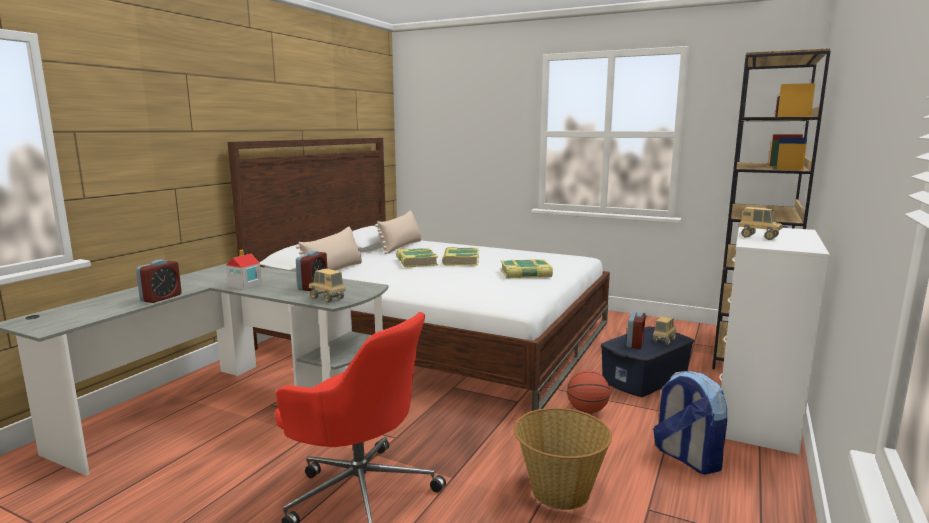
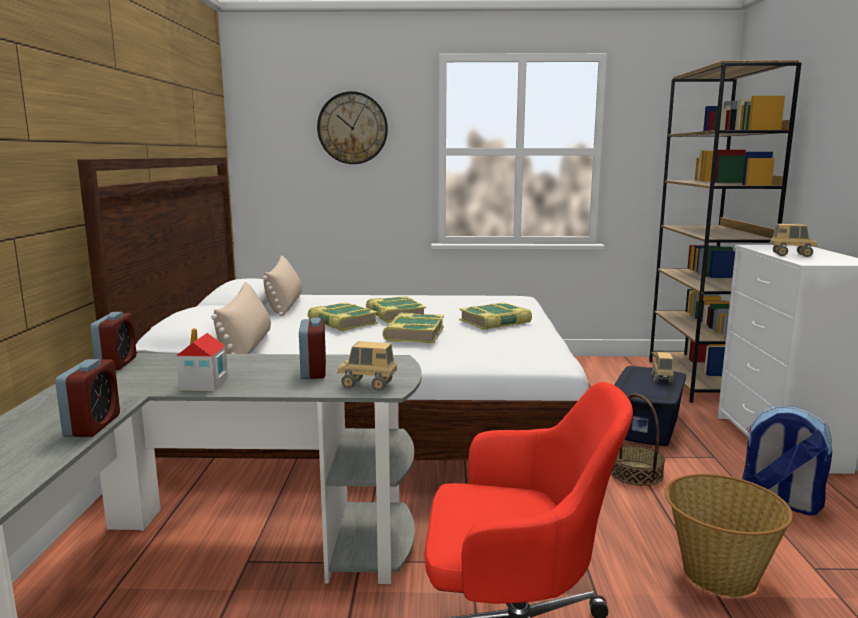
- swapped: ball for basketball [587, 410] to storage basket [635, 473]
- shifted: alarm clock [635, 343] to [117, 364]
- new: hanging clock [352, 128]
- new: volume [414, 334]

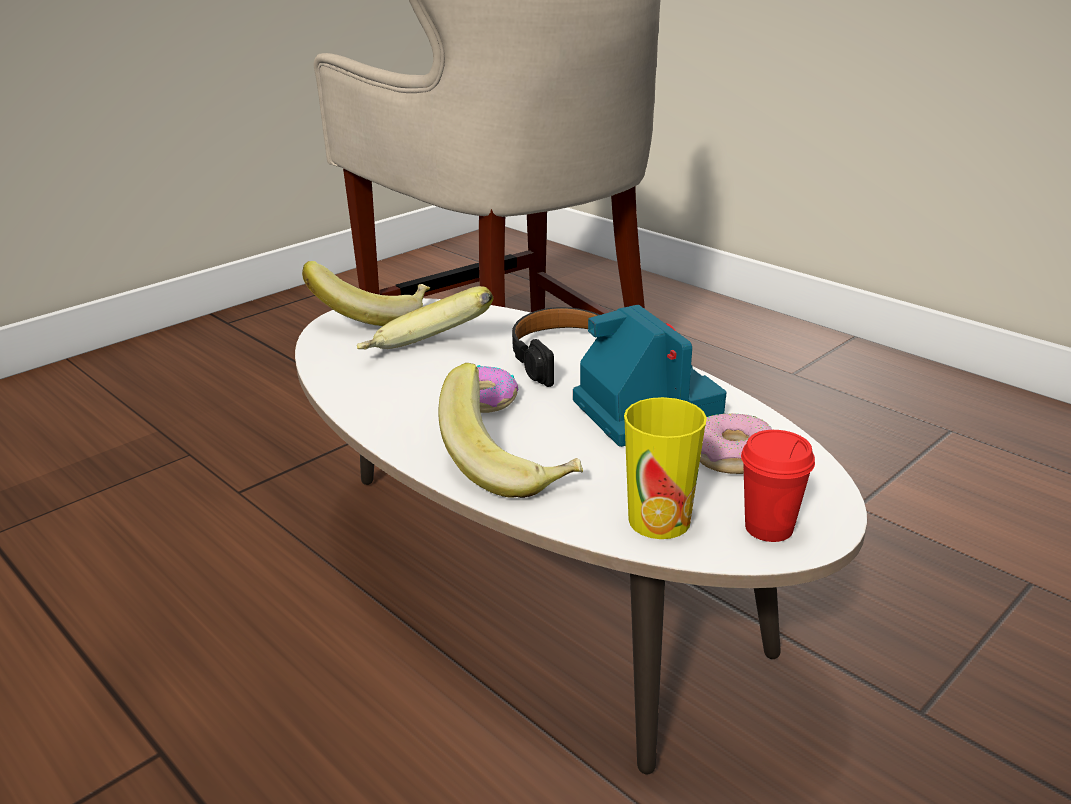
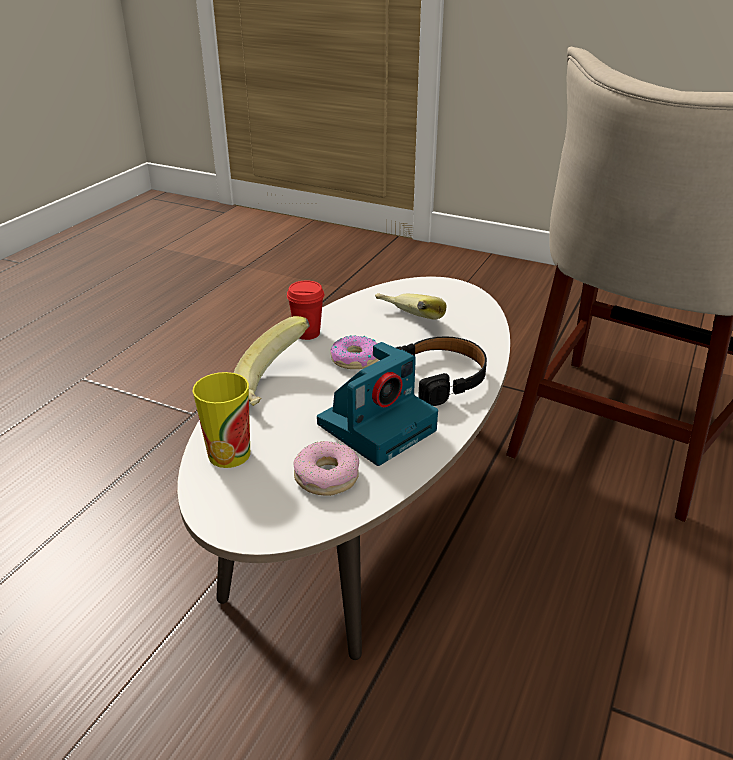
- gone: banana [373, 317]
- shifted: small cup (red-coloured) [769, 528] to [307, 333]

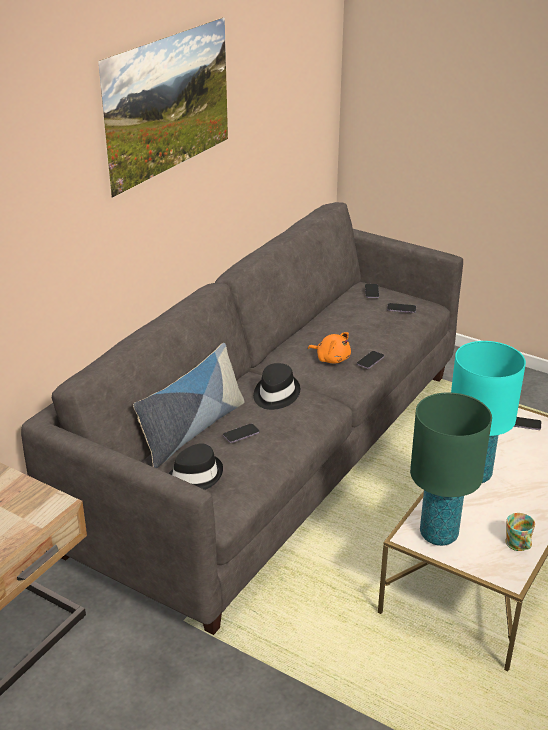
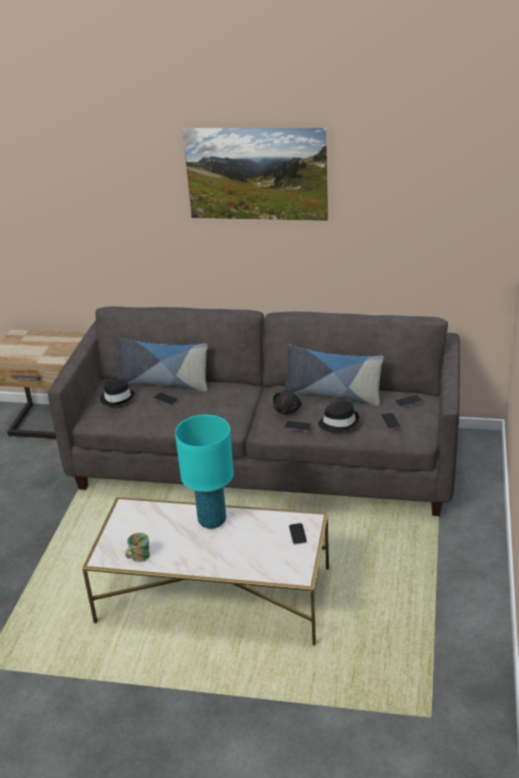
- shifted: clothing hat (black-coloured) [275, 394] to [339, 422]
- repainted: soft toy (orange-coloured) [331, 359] to soft toy (black-coloured) [287, 410]
- gone: tabletop lamp (green) [439, 535]
- new: throw pillow [333, 394]

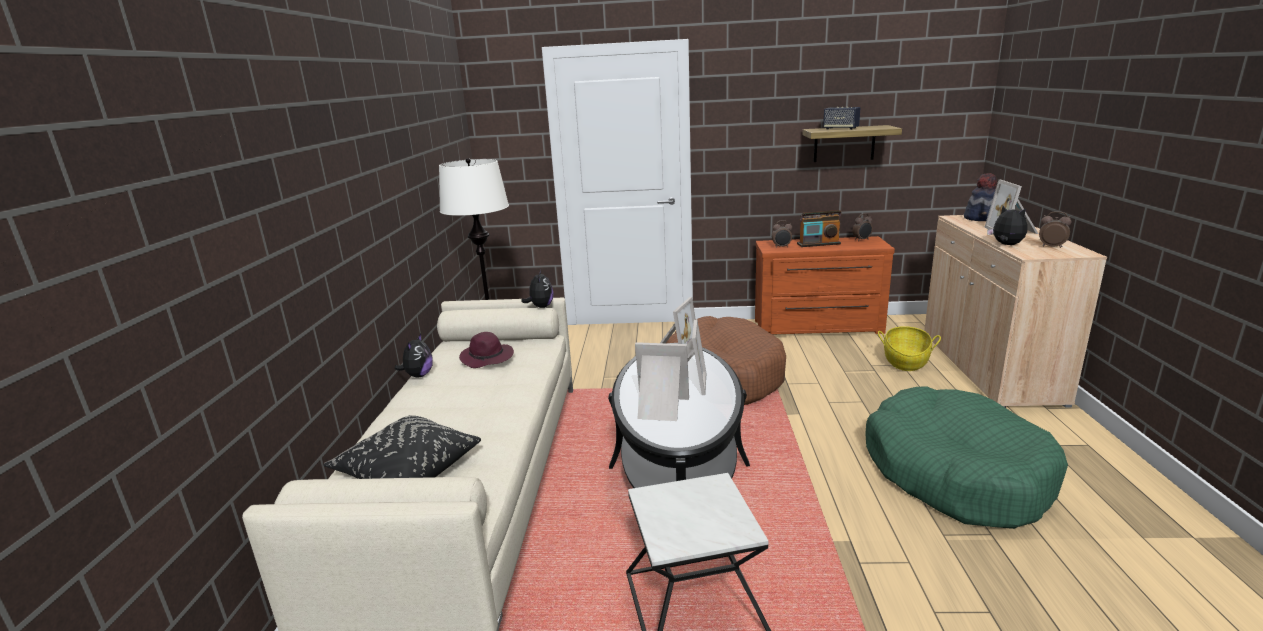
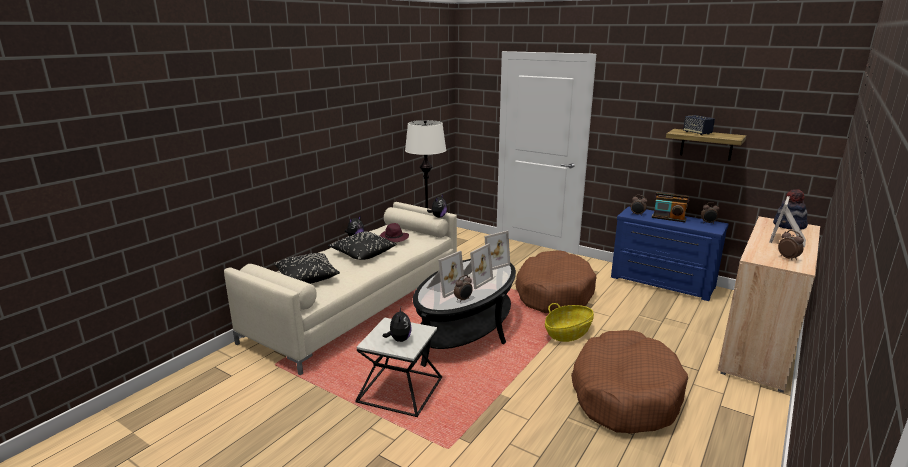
- rotated: photo frame [660, 408] = [444, 288] 90 degrees clockwise
- repainted: dresser (brownish) [818, 328] to dresser (blue-coloured) [661, 283]
- repainted: dog cushion (green) [955, 473] to dog cushion (brownish) [624, 393]
- shifted: storage basket [905, 361] to [568, 333]
- shifted: soft toy [1006, 245] to [399, 339]
- new: throw pillow (black-coloured) [362, 254]
- new: alarm clock [463, 300]

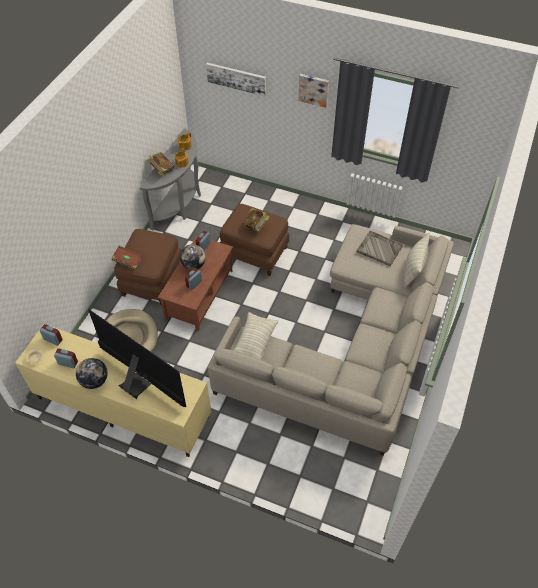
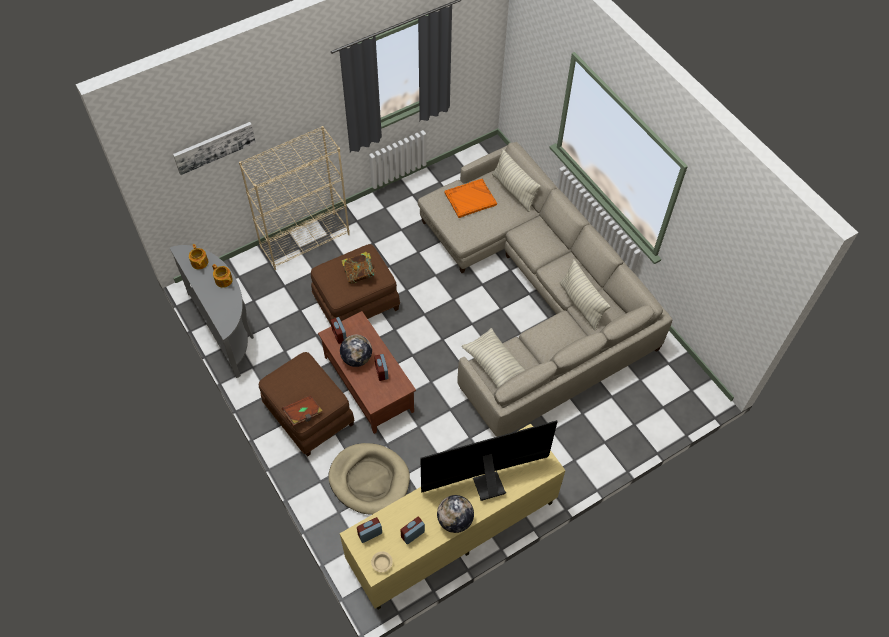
- gone: volume [161, 170]
- gone: picture [314, 89]
- repainted: carrying tray (grey) [379, 248] to carrying tray (orange-coloured) [470, 199]
- new: shelving unit (sand-coloured) [305, 240]
- new: throw pillow [581, 304]

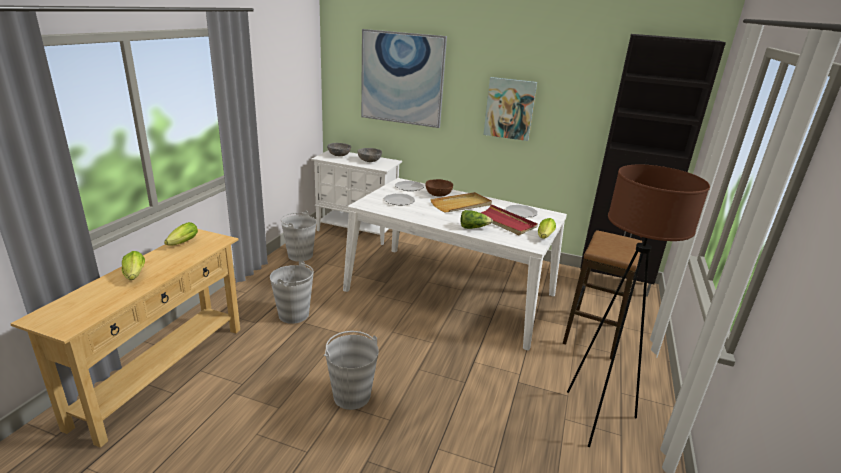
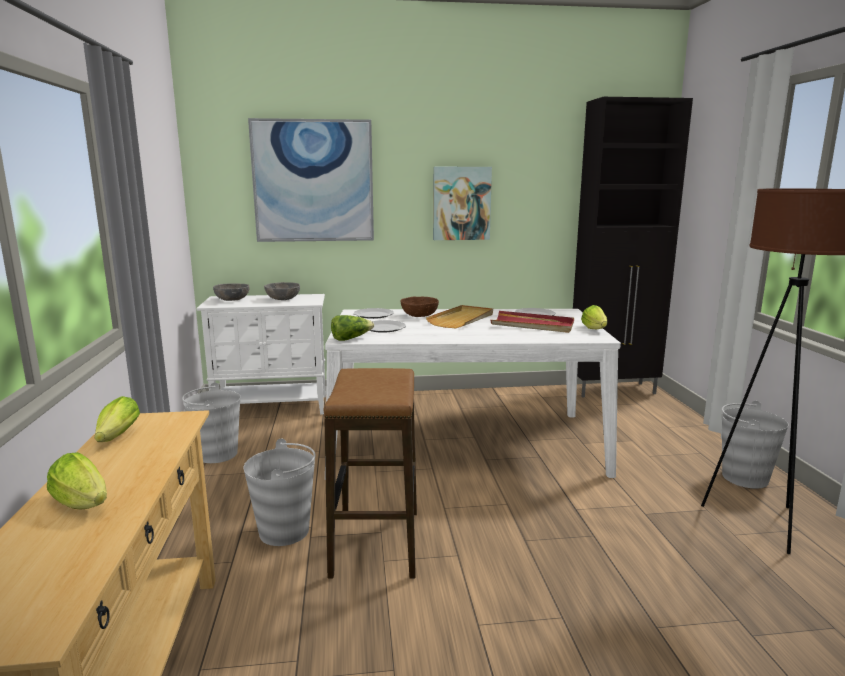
- shifted: pail (grey) [352, 395] to [744, 477]
- shifted: lettuce [473, 228] to [351, 338]
- shifted: sitting stool [593, 334] to [376, 543]

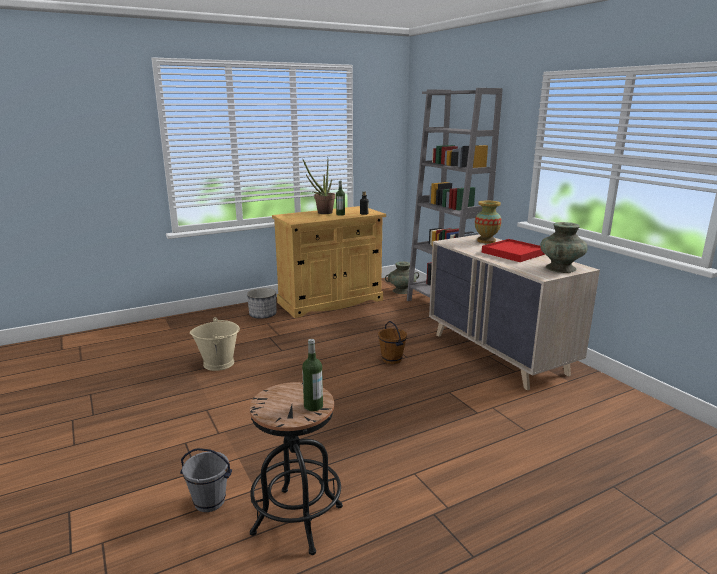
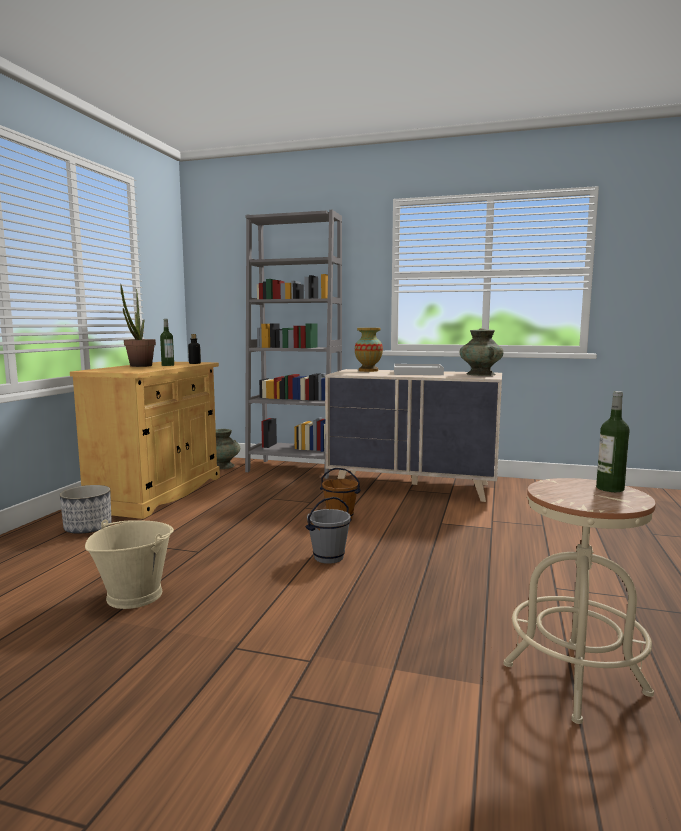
- shifted: pail (grey) [210, 501] to [328, 557]
- repainted: sitting stool (black-coloured) [297, 519] to sitting stool (sand-coloured) [575, 679]
- repainted: carrying tray (red-coloured) [513, 253] to carrying tray (white-coloured) [417, 373]

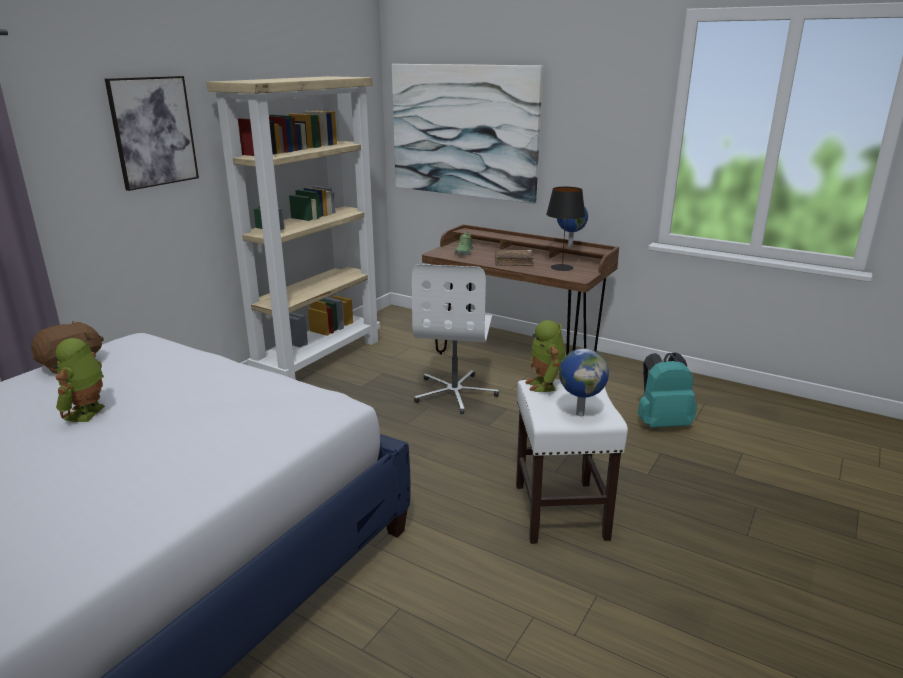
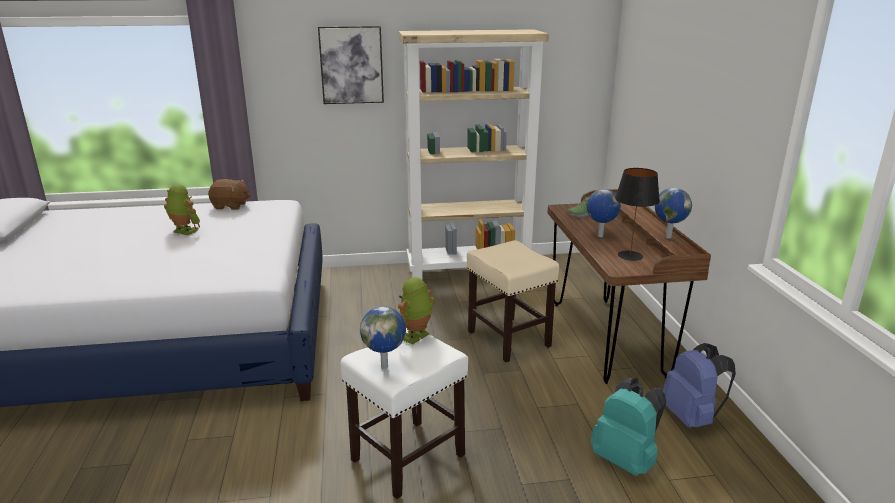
- rotated: robot figure [88, 413] = [184, 232] 60 degrees clockwise
- gone: picture [463, 131]
- swapped: desk chair (white-coloured) [455, 393] to sitting stool (sand-coloured) [508, 338]
- swapped: volume (brownish) [513, 262] to globe [600, 236]
- new: knapsack (blue-coloured) [691, 418]

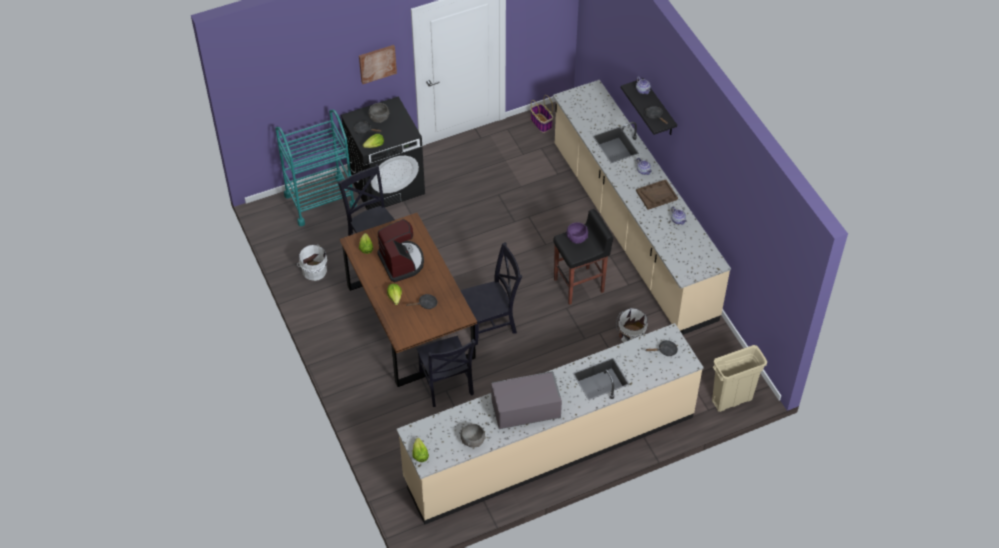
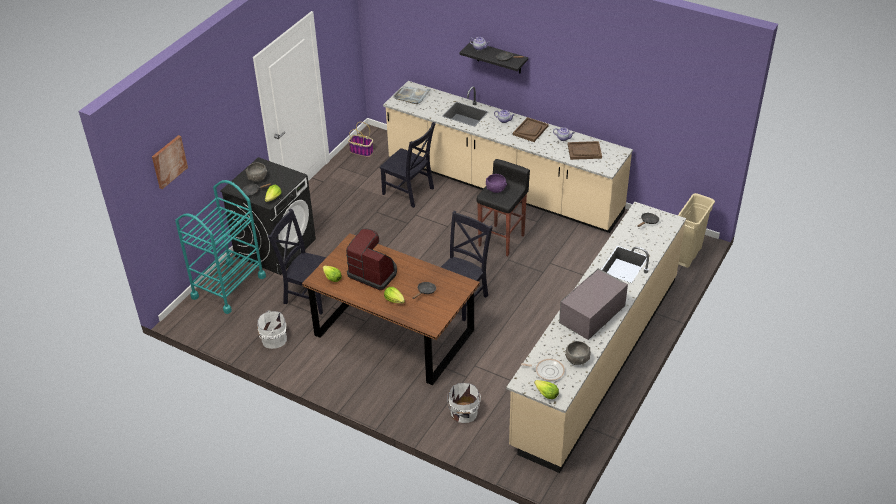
- shifted: picture [377, 63] to [169, 161]
- shifted: chair (black-coloured) [446, 385] to [409, 192]
- shifted: pail (white-coloured) [630, 335] to [463, 413]
- new: carrying tray (grey) [412, 96]
- new: skillet [548, 371]
- new: carrying tray (brownish) [584, 151]

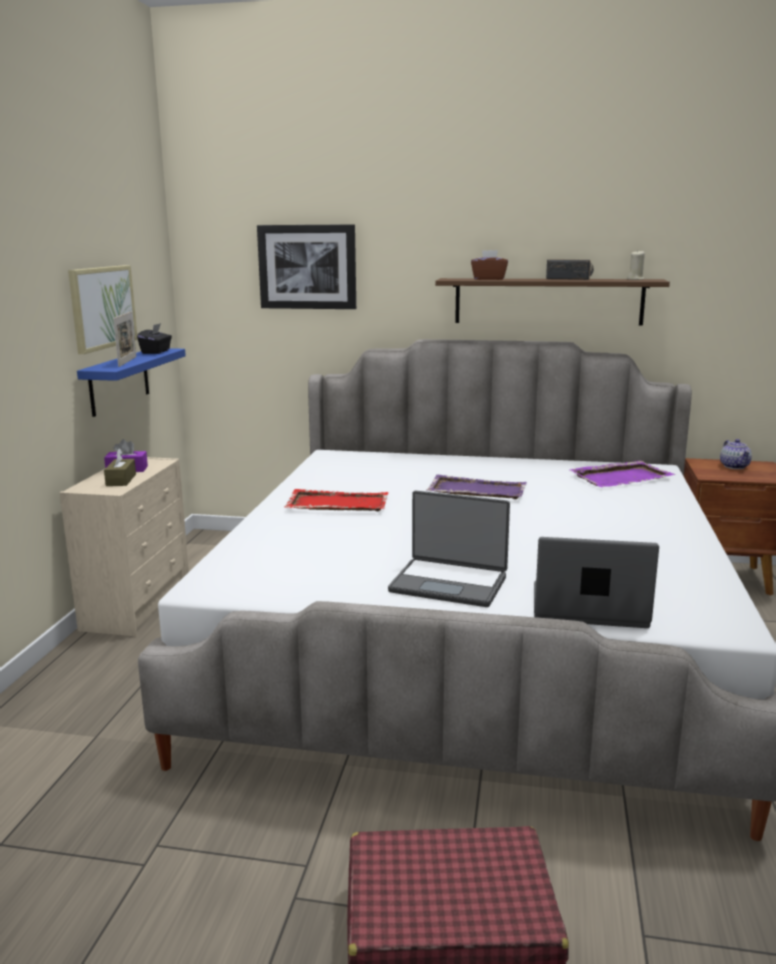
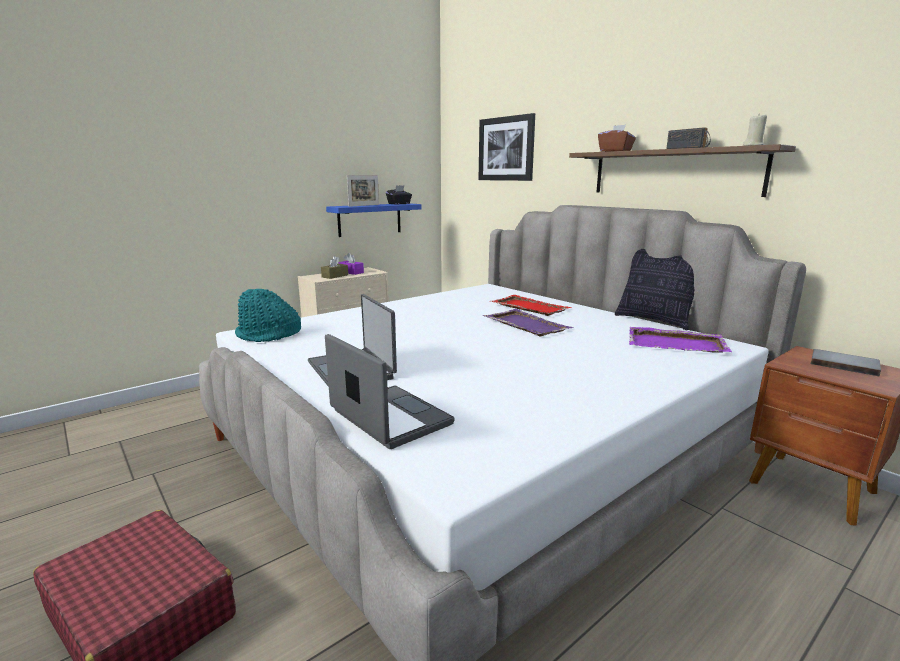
- gone: picture [102, 307]
- shifted: carrying tray (red-coloured) [336, 504] to [529, 307]
- swapped: teapot [734, 466] to volume (grey) [844, 364]
- new: clothing hat (blue-green) [269, 335]
- new: throw pillow [654, 321]

